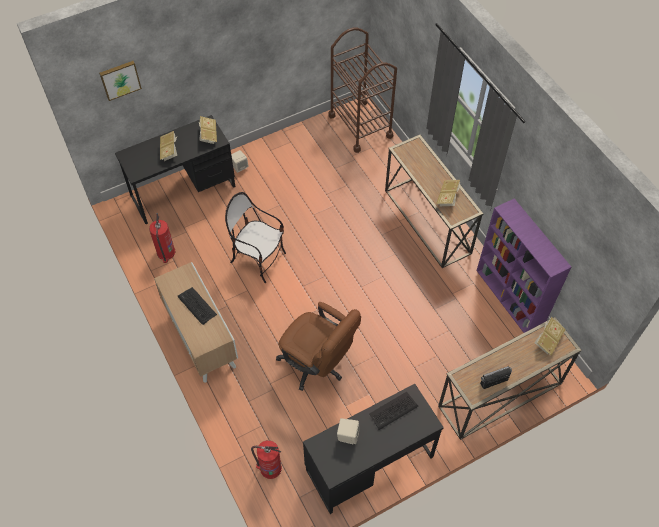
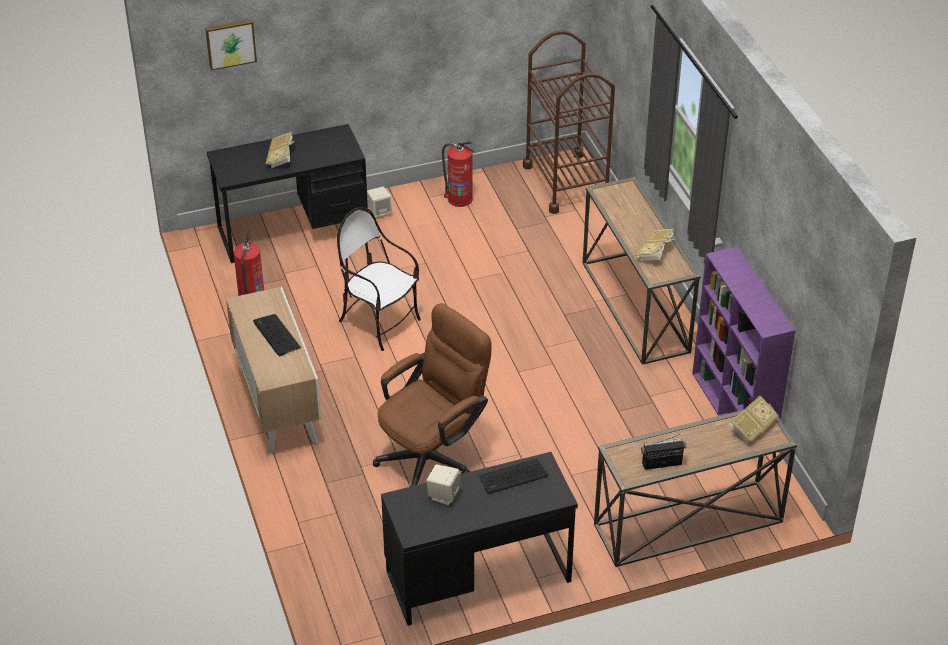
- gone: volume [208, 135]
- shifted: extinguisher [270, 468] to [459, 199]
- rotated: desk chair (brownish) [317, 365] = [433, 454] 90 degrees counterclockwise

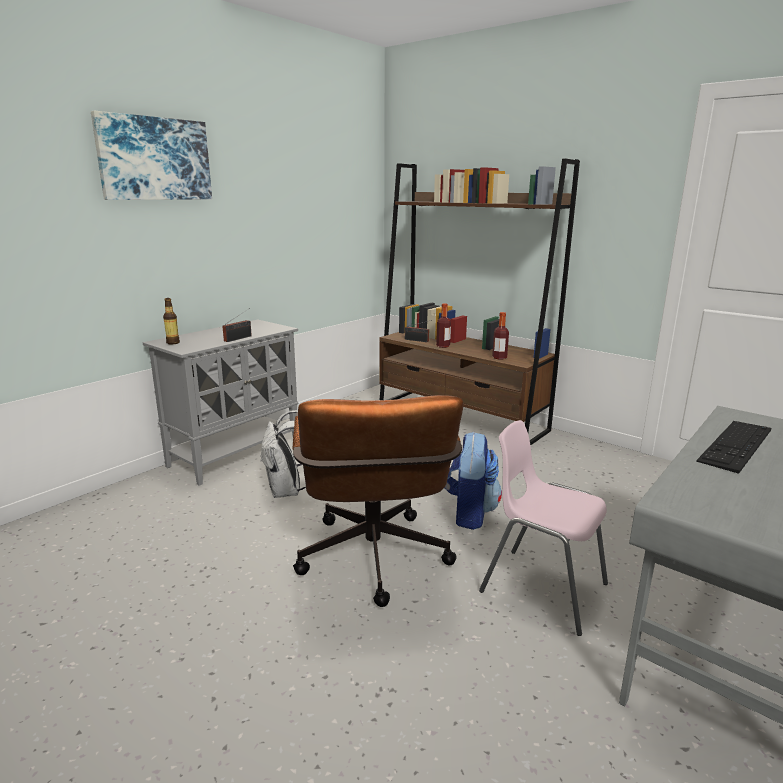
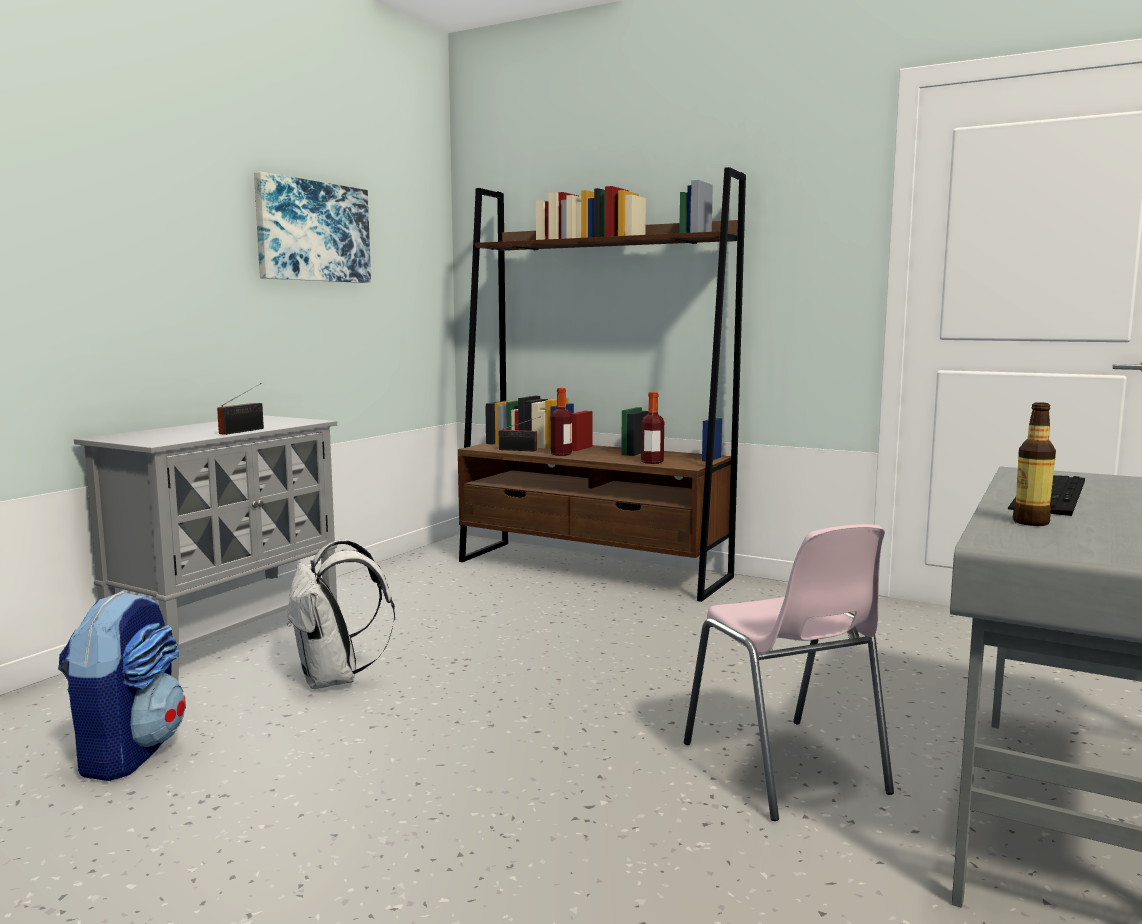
- shifted: picture [154, 159] to [312, 231]
- shifted: bottle [173, 343] to [1031, 522]
- gone: desk chair (brownish) [374, 564]
- shifted: knapsack [469, 513] to [128, 752]
- rotated: chair (pink-coloured) [542, 587] = [785, 769] 135 degrees counterclockwise

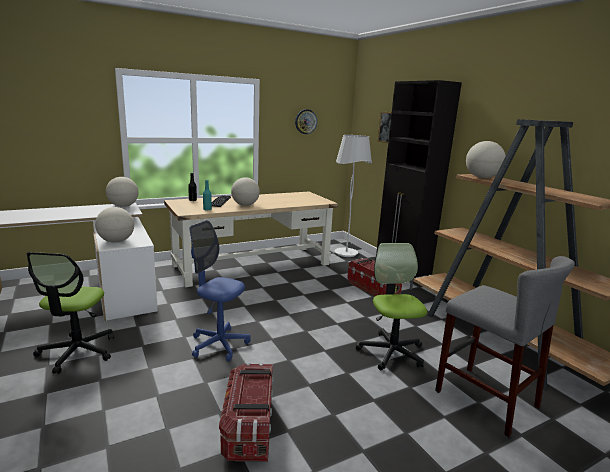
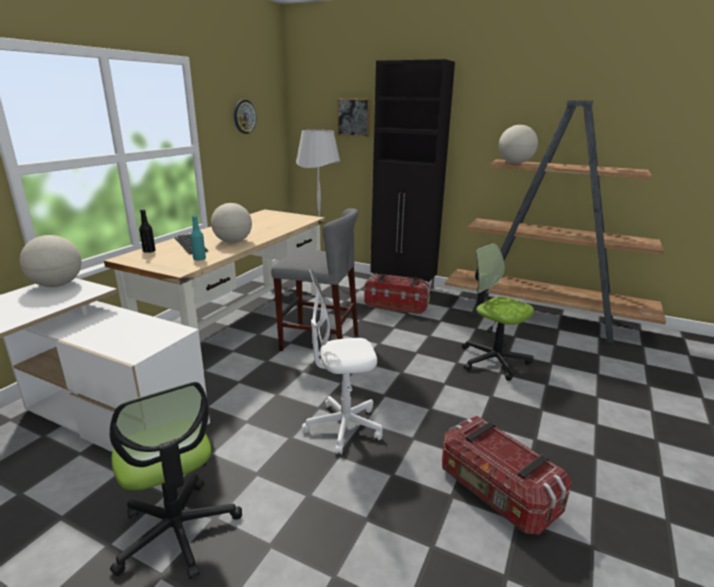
- gone: globe [116, 241]
- repainted: desk chair (blue-coloured) [219, 345] to desk chair (white-coloured) [343, 427]
- shifted: sitting stool (grey) [486, 398] to [319, 342]

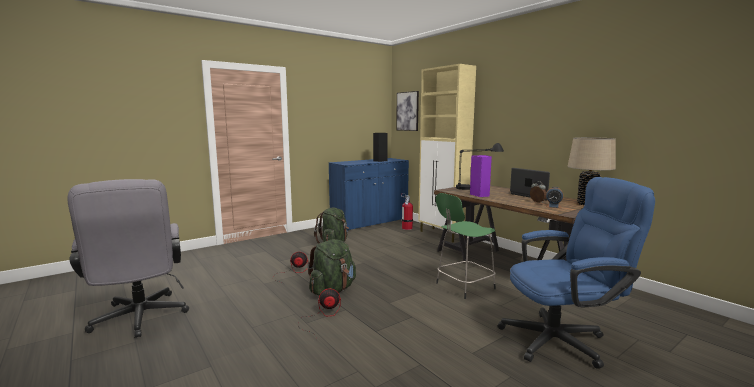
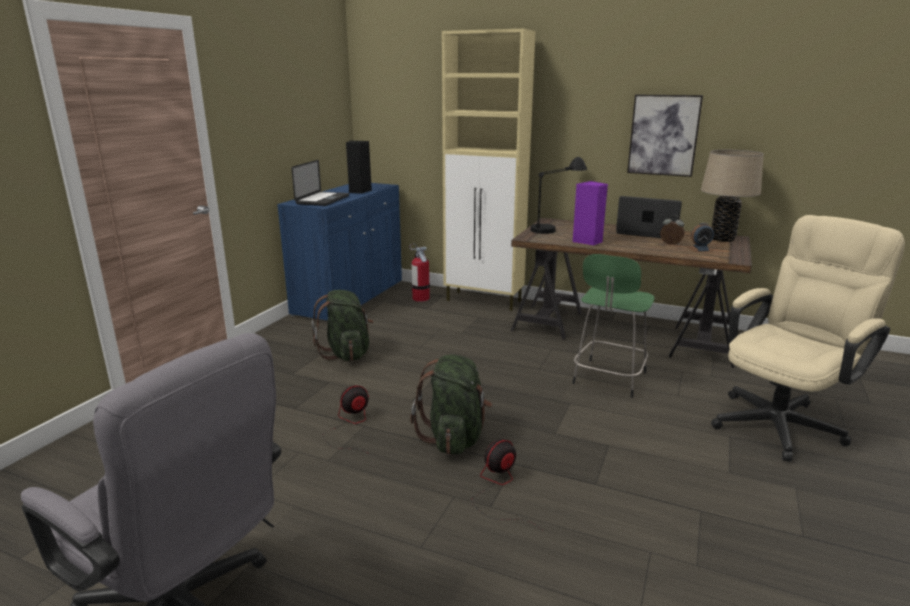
- shifted: picture [407, 111] to [663, 135]
- repainted: desk chair (blue-coloured) [563, 339] to desk chair (sand-coloured) [783, 421]
- new: notebook computer [323, 200]

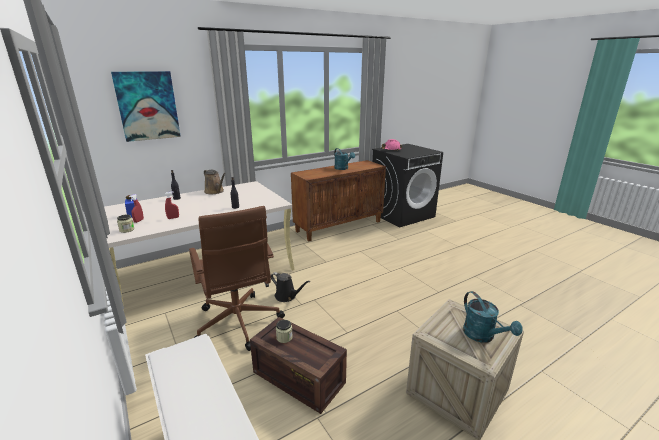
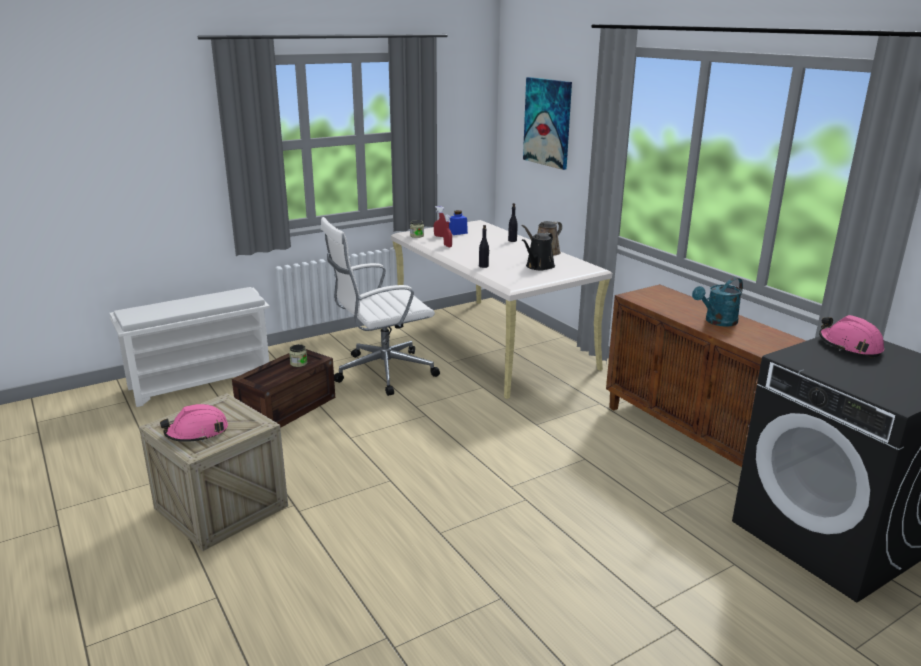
- repainted: desk chair (brownish) [238, 324] to desk chair (white-coloured) [382, 372]
- shifted: sprinkling can (black-coloured) [287, 296] to [538, 267]
- swapped: sprinkling can (blue-green) [483, 336] to safety helmet (pink-coloured) [197, 433]

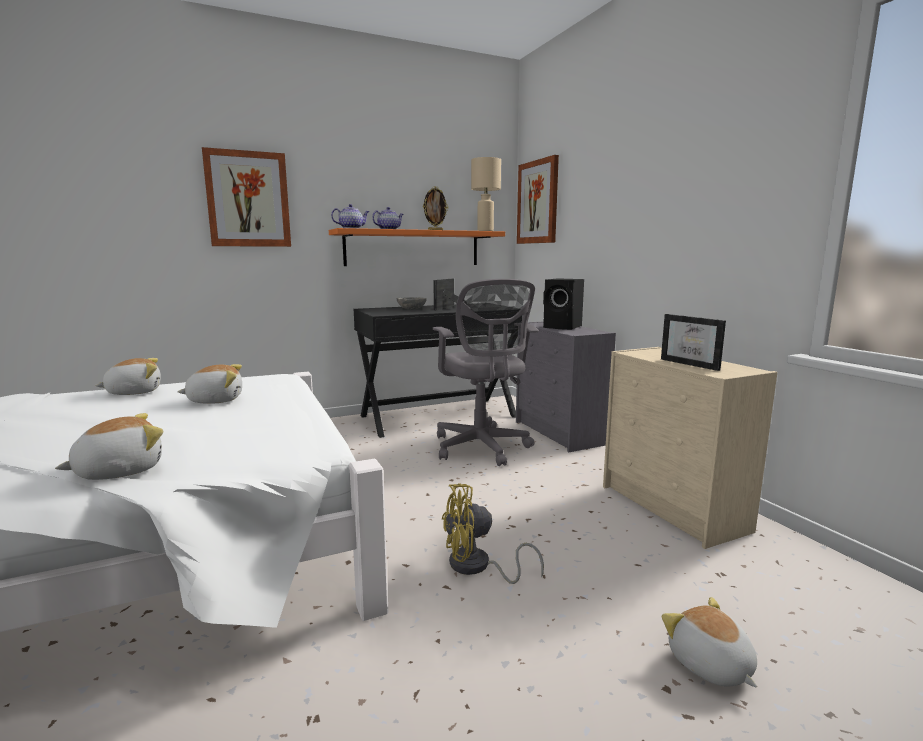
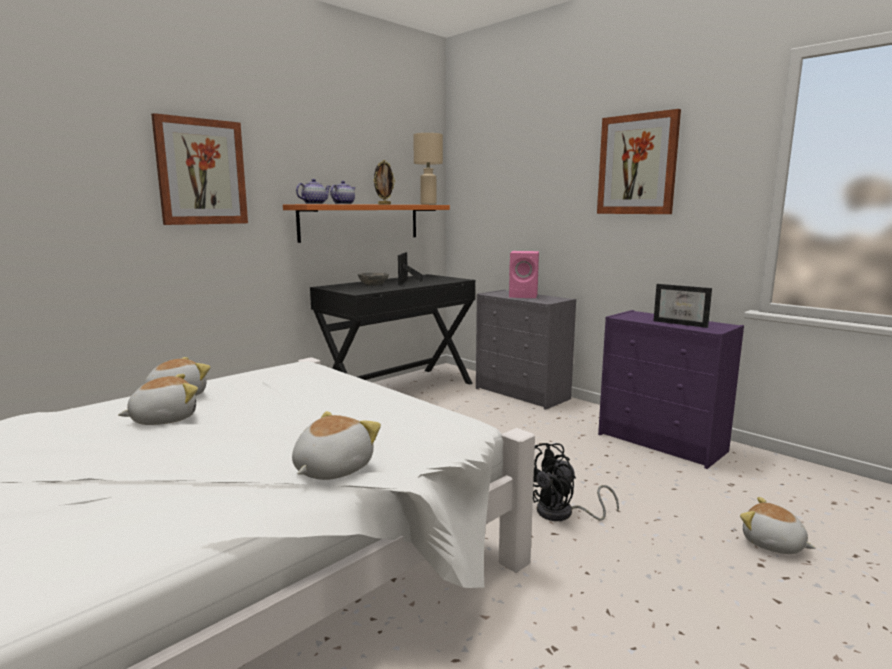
- shifted: soft toy [215, 400] to [163, 419]
- gone: desk chair (grey) [482, 448]
- repainted: cooling fan (yellow-coloured) [477, 567] to cooling fan (black-coloured) [563, 514]
- shifted: picture [538, 202] to [637, 165]
- repainted: audio speaker (black-coloured) [563, 327] to audio speaker (pink-coloured) [524, 296]
- repainted: dresser (sand-coloured) [674, 509] to dresser (purplish) [663, 443]

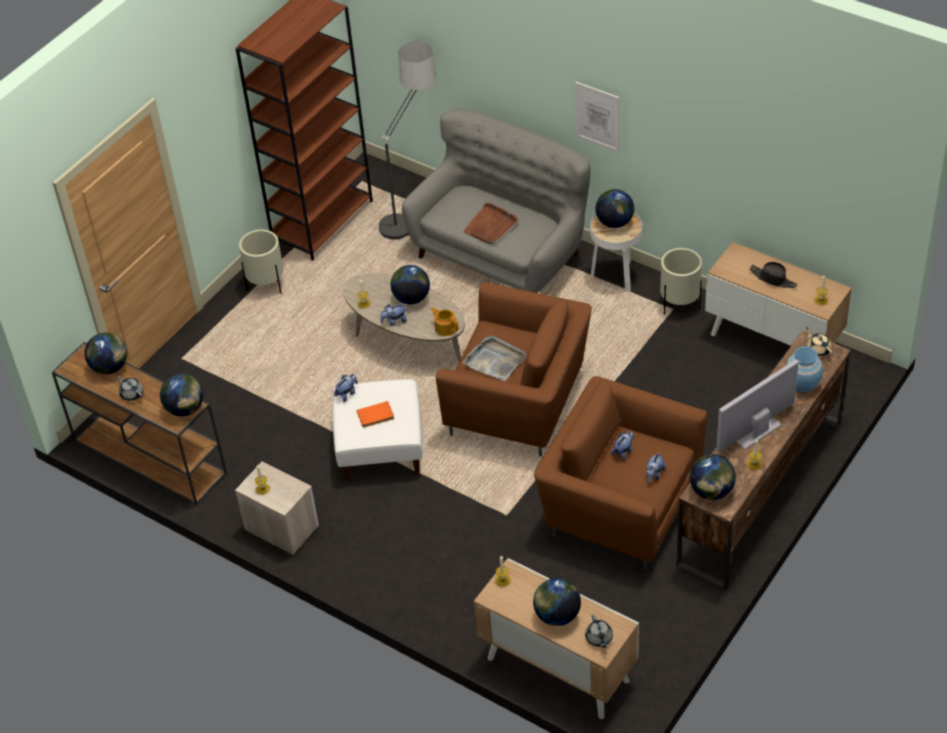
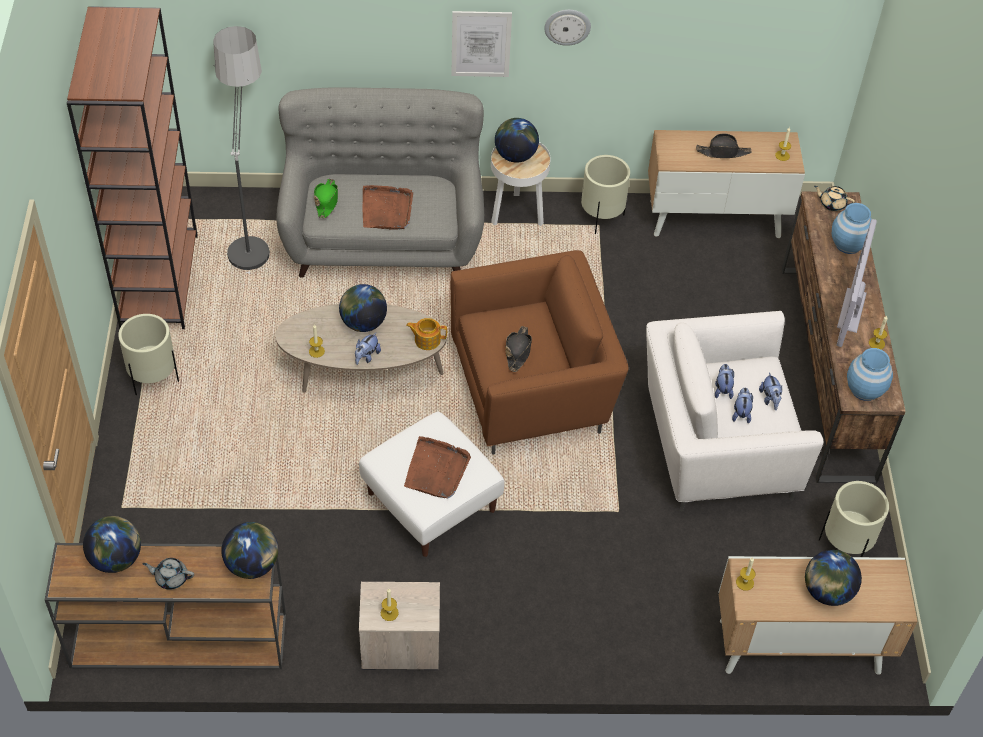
- shifted: soft toy [347, 394] to [741, 413]
- swapped: volume (orange-coloured) [376, 416] to carrying tray (brownish) [436, 470]
- swapped: carrying tray (grey) [495, 360] to clothing hat (black-coloured) [518, 351]
- repainted: armchair (brownish) [620, 505] to armchair (white-coloured) [715, 446]
- gone: teapot (grey) [599, 638]
- swapped: globe [711, 491] to vase (blue-coloured) [864, 389]
- new: clothing hat (green) [326, 201]
- new: hanging clock [567, 26]
- new: flower pot (sand-coloured) [845, 545]

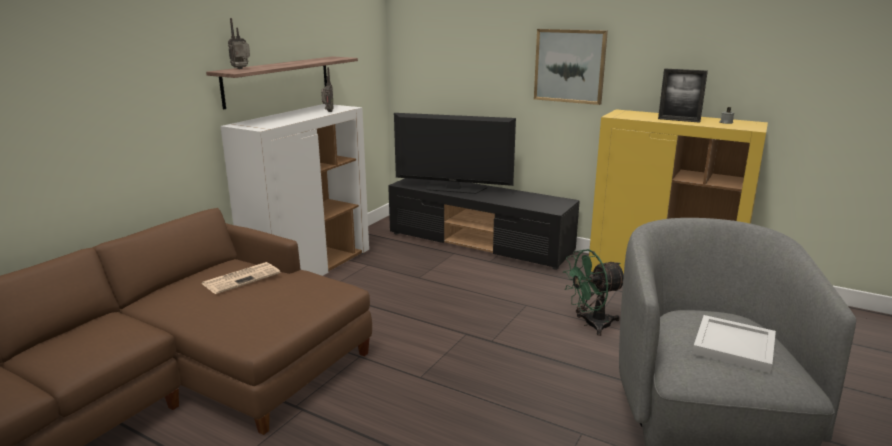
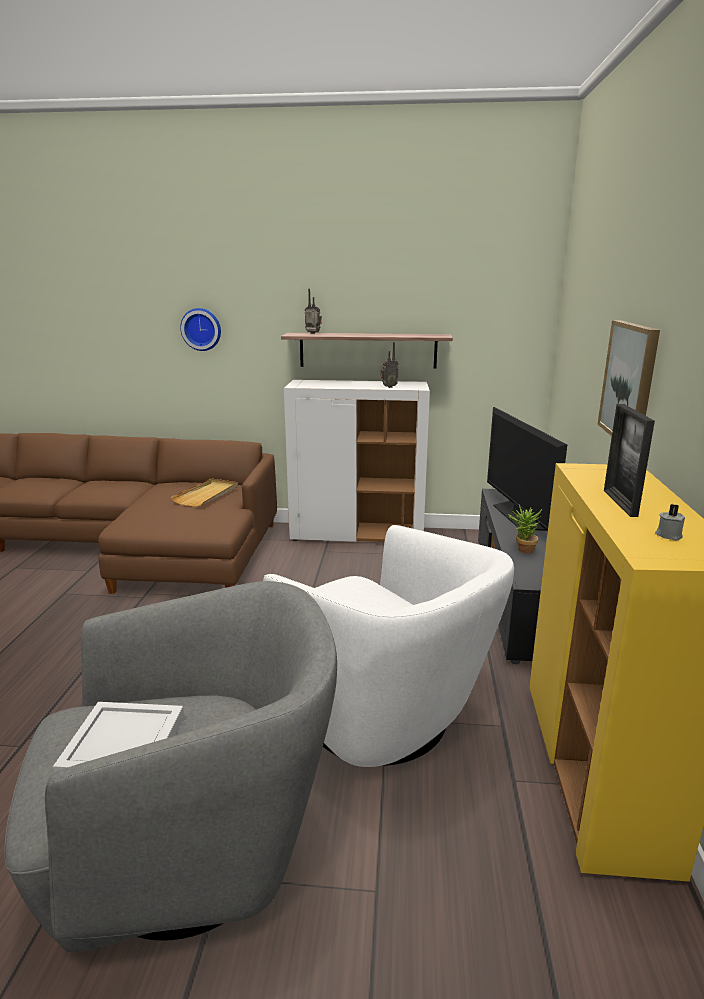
- swapped: daily paper [242, 278] to carrying tray (sand-coloured) [207, 495]
- swapped: cooling fan (green) [591, 324] to armchair (white-coloured) [379, 717]
- new: hanging clock [201, 329]
- new: potted plant [522, 550]

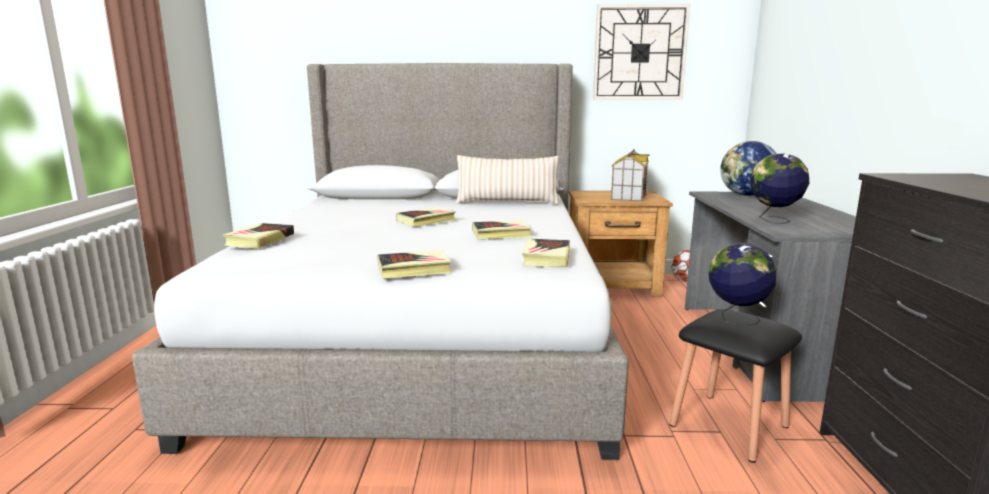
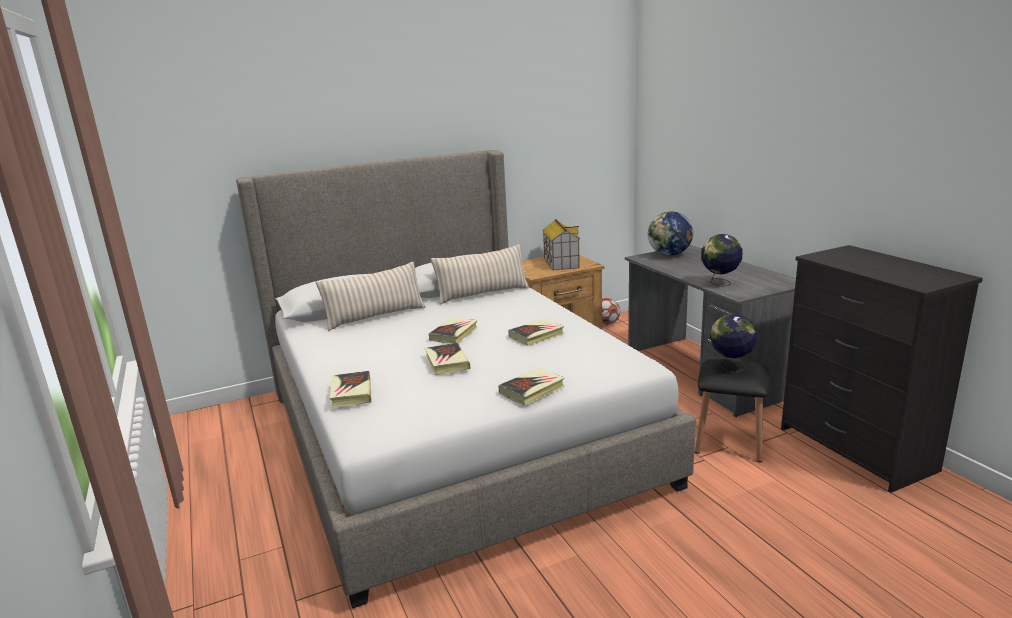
- shifted: volume [546, 258] to [447, 362]
- gone: hanging clock [640, 53]
- new: throw pillow (sand-coloured) [375, 316]

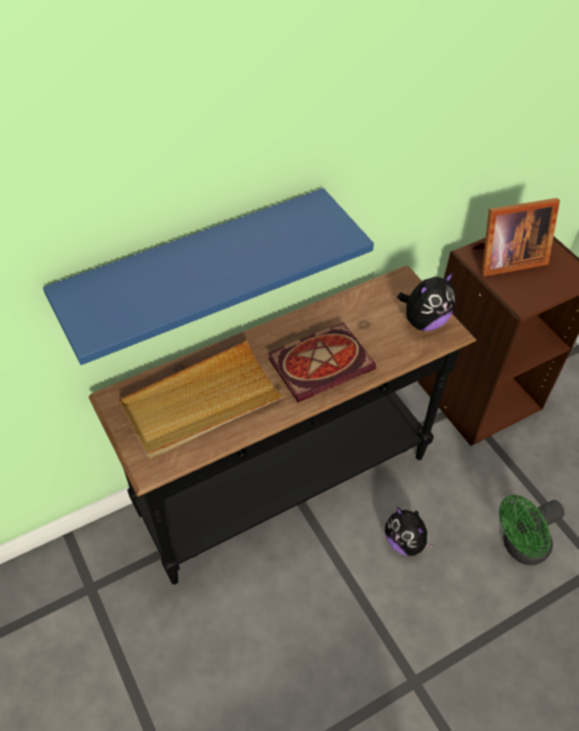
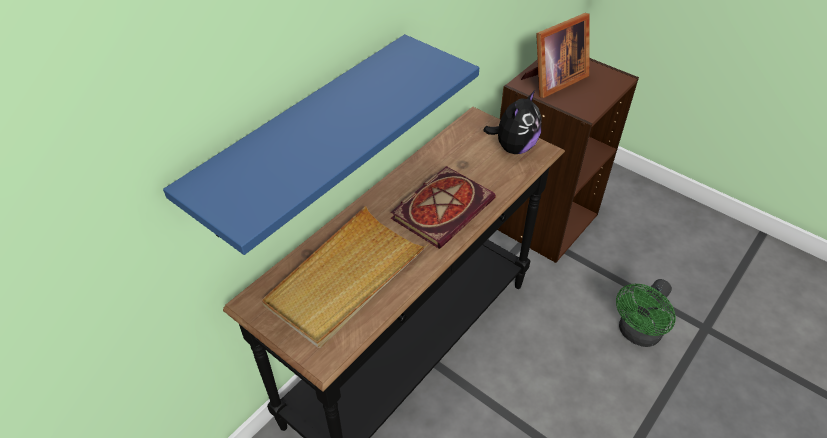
- gone: soft toy [405, 542]

